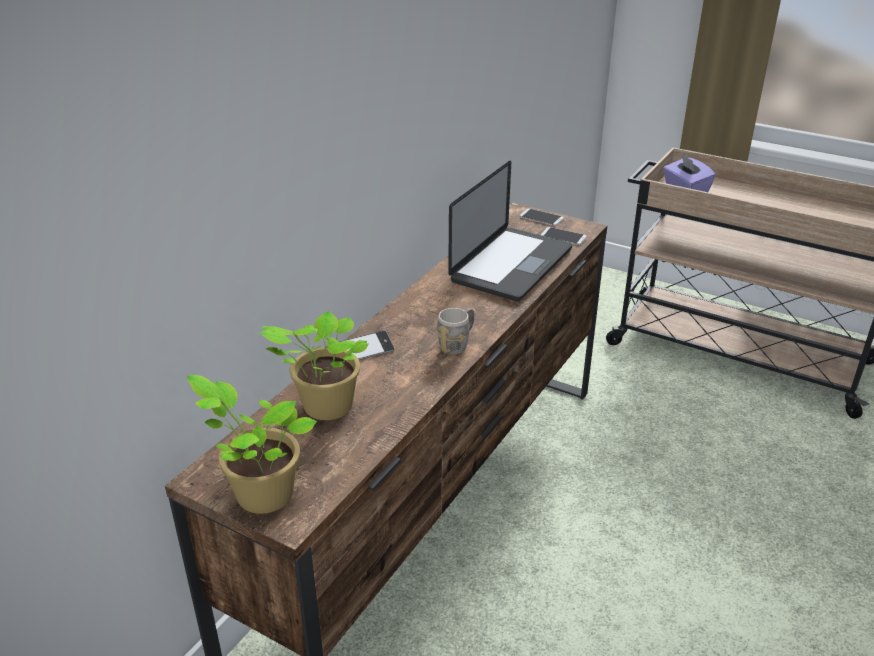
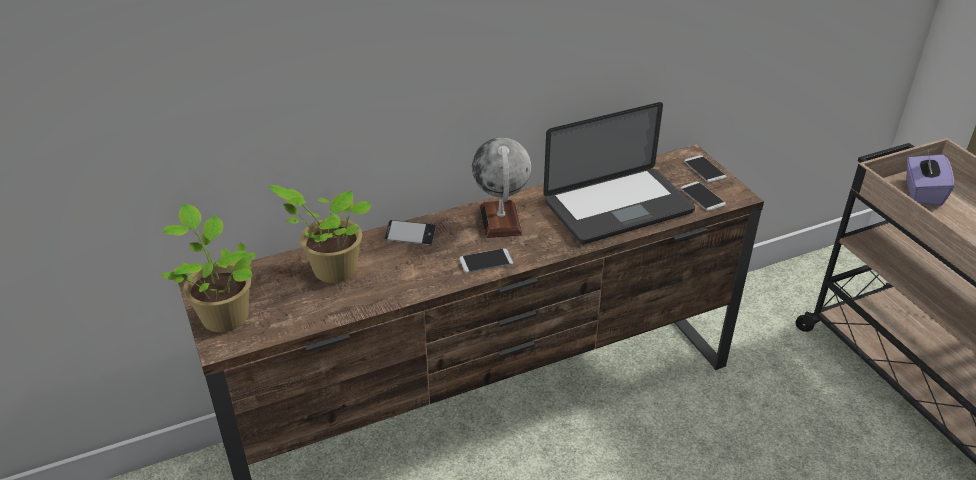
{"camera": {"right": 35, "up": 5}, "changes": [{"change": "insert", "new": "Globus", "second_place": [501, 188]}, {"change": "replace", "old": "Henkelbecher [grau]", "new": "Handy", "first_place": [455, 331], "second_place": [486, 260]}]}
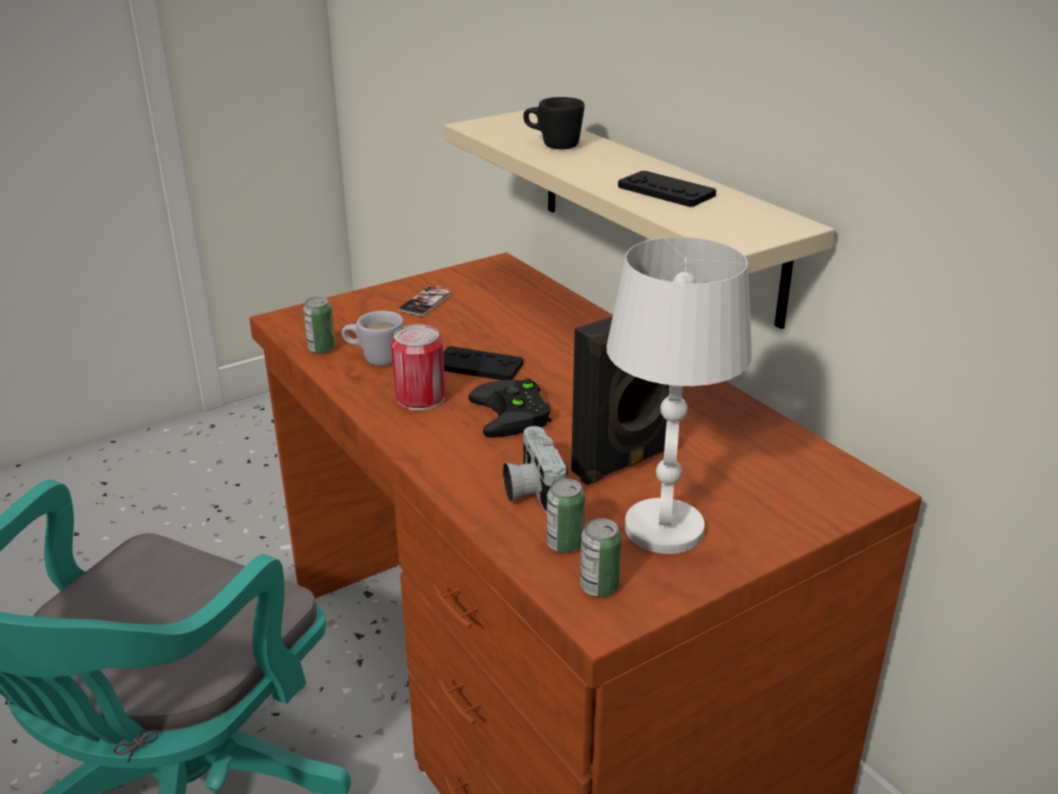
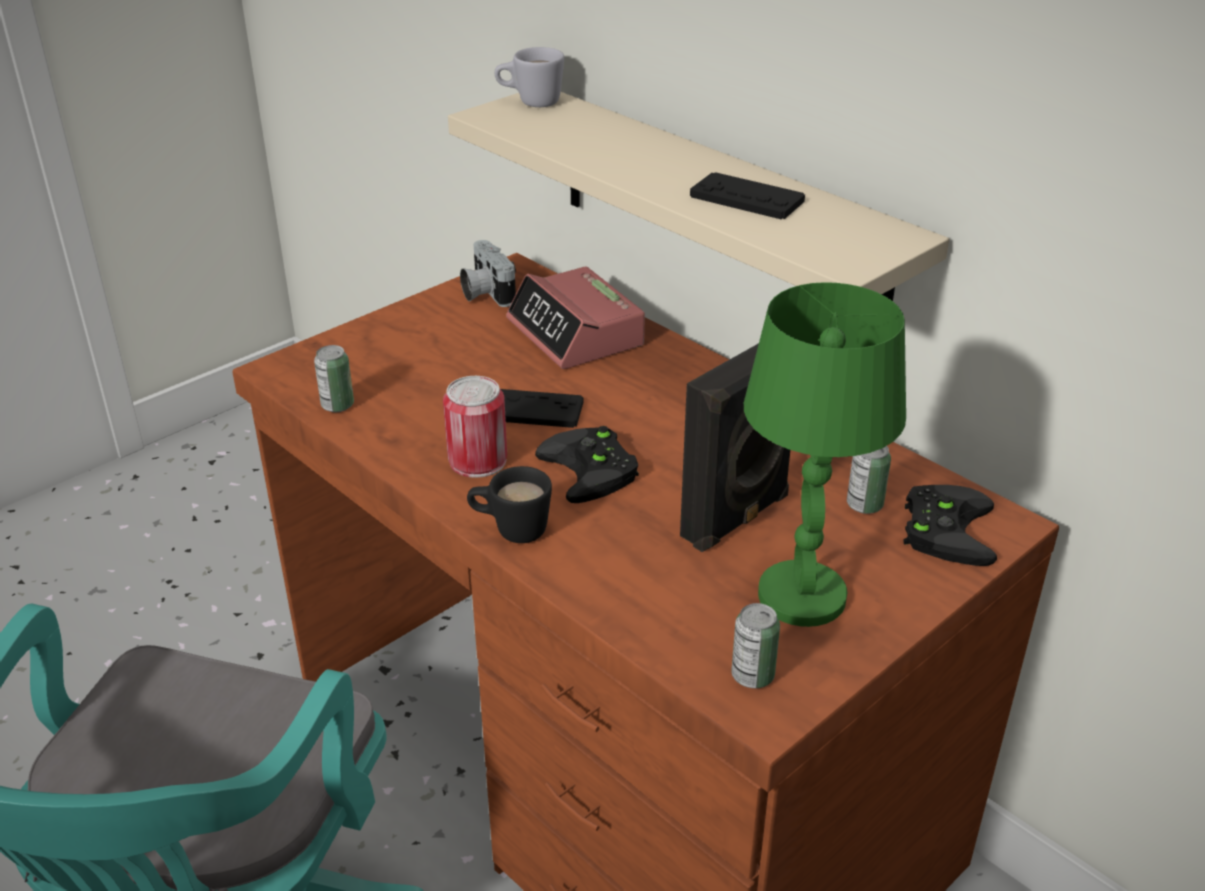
{"camera": {"right": -10, "up": 5}, "changes": [{"change": "delete", "old": "Handy", "first_place": [425, 300]}, {"change": "insert", "new": "Wecker", "second_place": [575, 317]}, {"change": "insert", "new": "Gamepad [schwarz]", "second_place": [950, 525]}, {"change": "move", "old": "Henkelbecher [weiß]", "first_place": [372, 338], "second_place": [529, 77]}, {"change": "move", "old": "Kamera", "first_place": [535, 469], "second_place": [488, 273]}, {"change": "move", "old": "Henkelbecher [schwarz]", "first_place": [554, 123], "second_place": [509, 504]}, {"change": "move", "old": "Dose", "first_place": [566, 515], "second_place": [869, 480]}, {"change": "recolor", "old": "Tischlampe [weiß]", "new": "Tischlampe [grün]", "first_place": [679, 395], "second_place": [825, 454]}]}
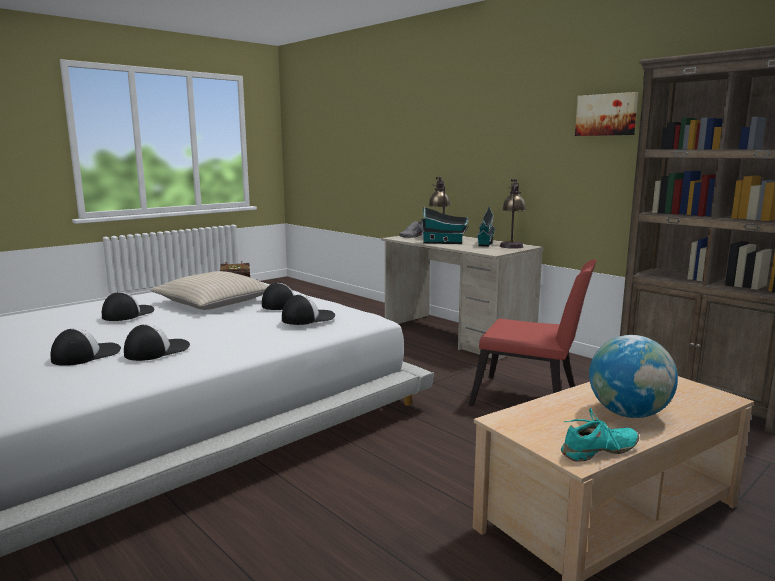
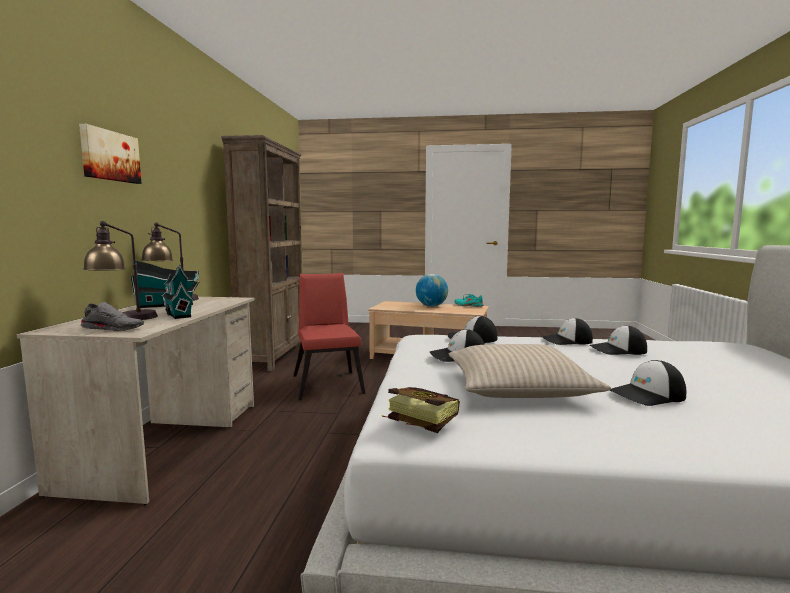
{"camera": {"right": -130, "up": -5}, "changes": [{"change": "move", "old": "Kappe", "first_place": [86, 347], "second_place": [567, 331]}, {"change": "move", "old": "Bild", "first_place": [606, 114], "second_place": [110, 154]}]}
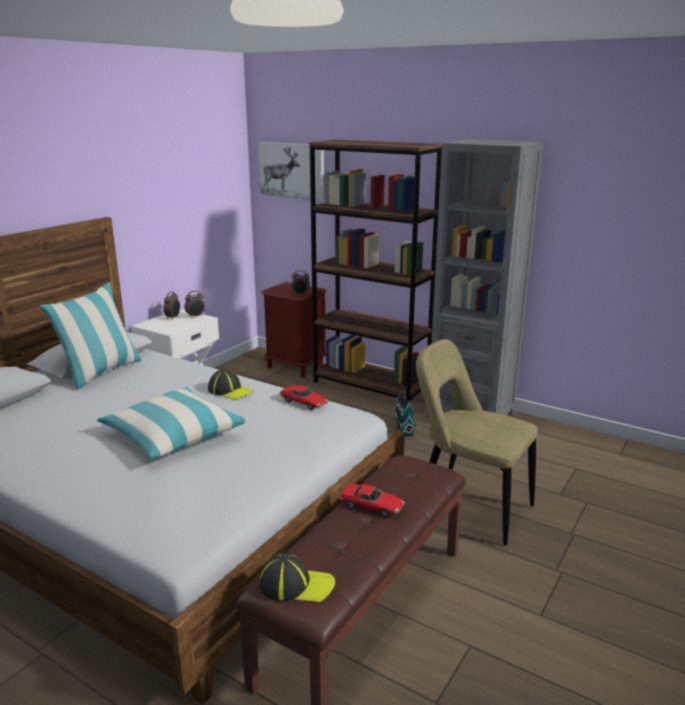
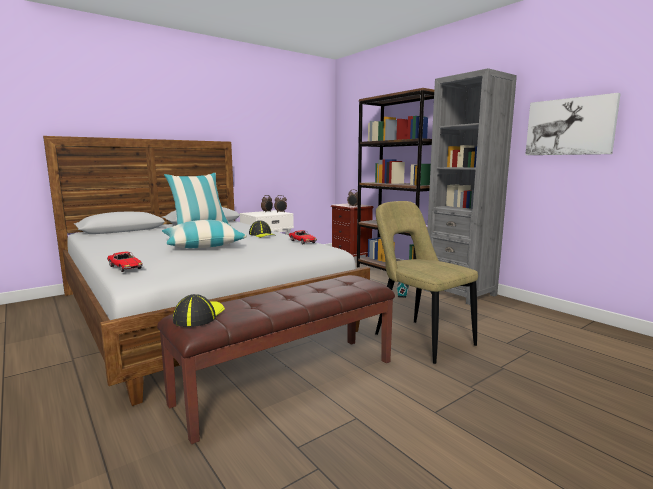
{"camera": {"right": 20, "up": -10}, "changes": [{"change": "move", "old": "Bild", "first_place": [291, 171], "second_place": [573, 124]}, {"change": "move", "old": "Spielzeugauto", "first_place": [372, 500], "second_place": [125, 261]}, {"change": "rotate", "old": "Kappe", "first_place": [297, 577], "second_place": [199, 310], "degrees": -105}]}
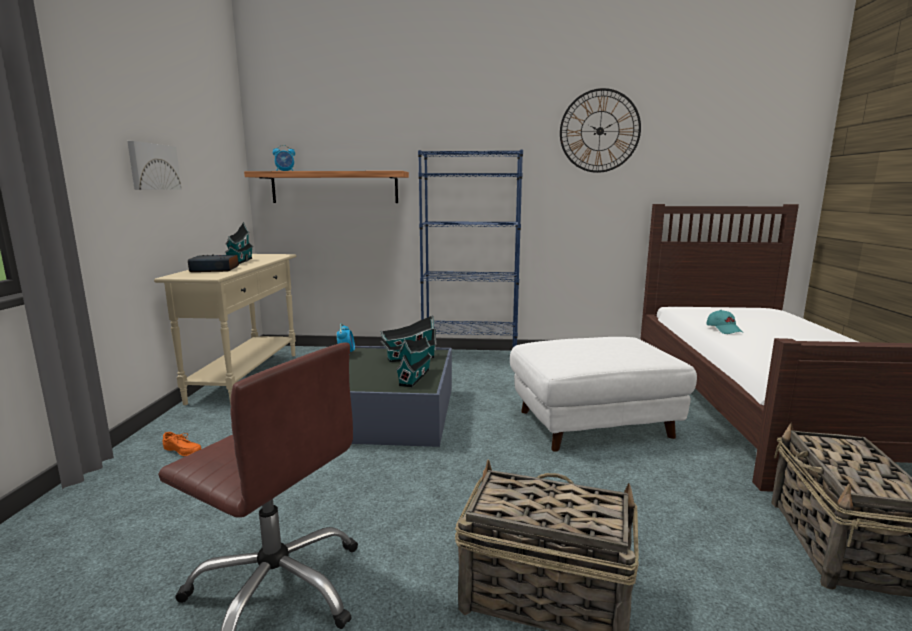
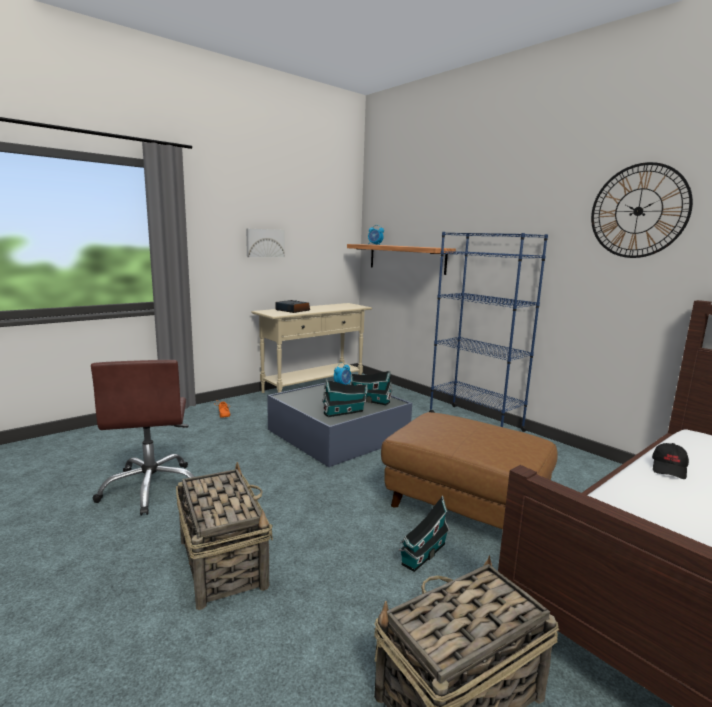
{"camera": {"right": 45, "up": 0}, "changes": [{"change": "move", "old": "Spielzeughaus", "first_place": [239, 243], "second_place": [424, 533]}, {"change": "recolor", "old": "Polsterhocker [weiß]", "new": "Polsterhocker [braun]", "first_place": [603, 394], "second_place": [469, 470]}, {"change": "recolor", "old": "Kappe [türkis]", "new": "Kappe [schwarz]", "first_place": [724, 322], "second_place": [670, 461]}]}
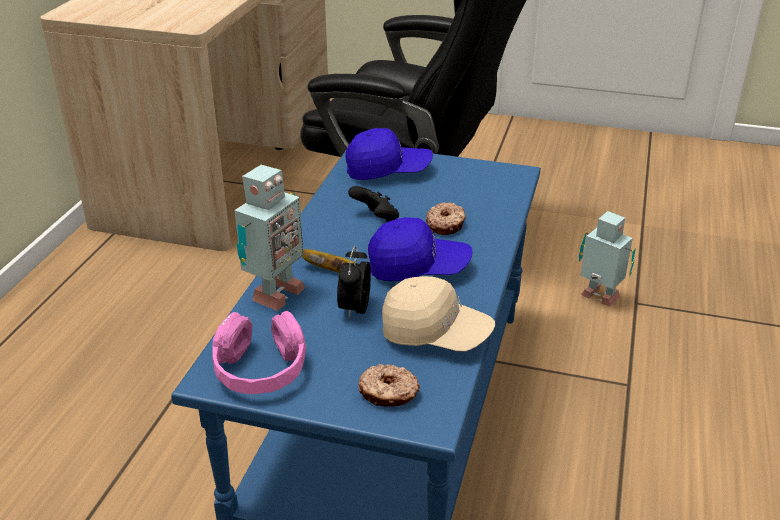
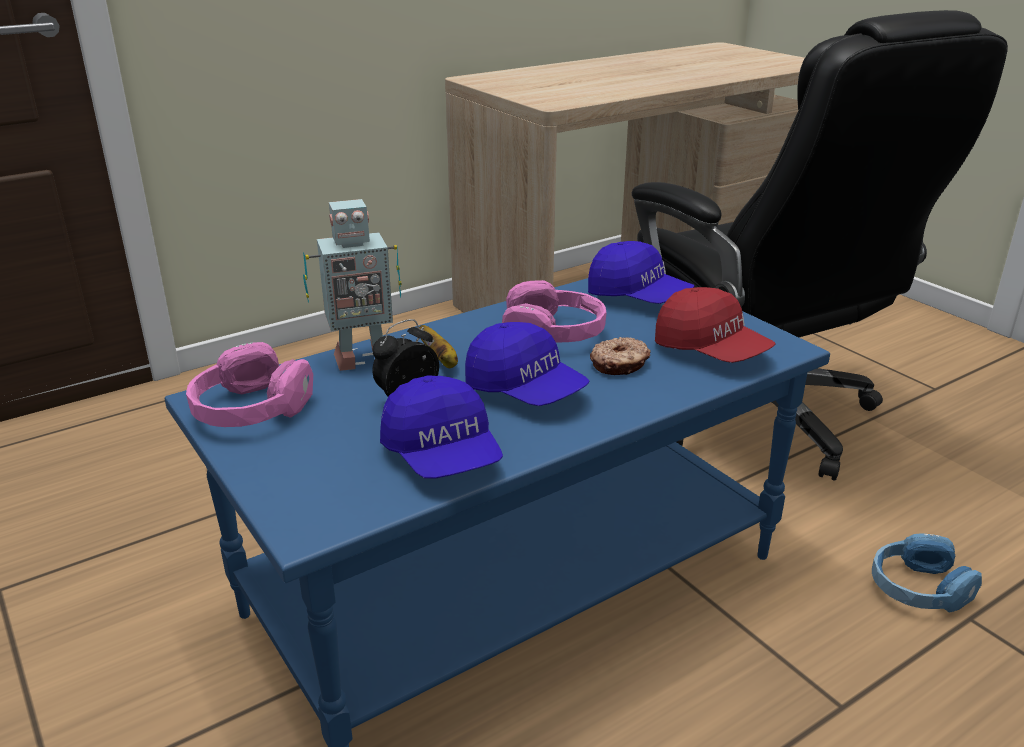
{"camera": {"right": 40, "up": -5}, "changes": [{"change": "delete", "old": "Donut", "first_place": [389, 385]}, {"change": "insert", "new": "Kappe [rot]", "second_place": [715, 325]}, {"change": "replace", "old": "Gamepad [schwarz]", "new": "Kopfhörer [rosa]", "first_place": [373, 204], "second_place": [554, 311]}, {"change": "replace", "old": "Spielzeugroboter", "new": "Kopfhörer [blau]", "first_place": [607, 259], "second_place": [927, 573]}, {"change": "recolor", "old": "Kappe [beige]", "new": "Kappe [blau]", "first_place": [438, 313], "second_place": [441, 426]}]}
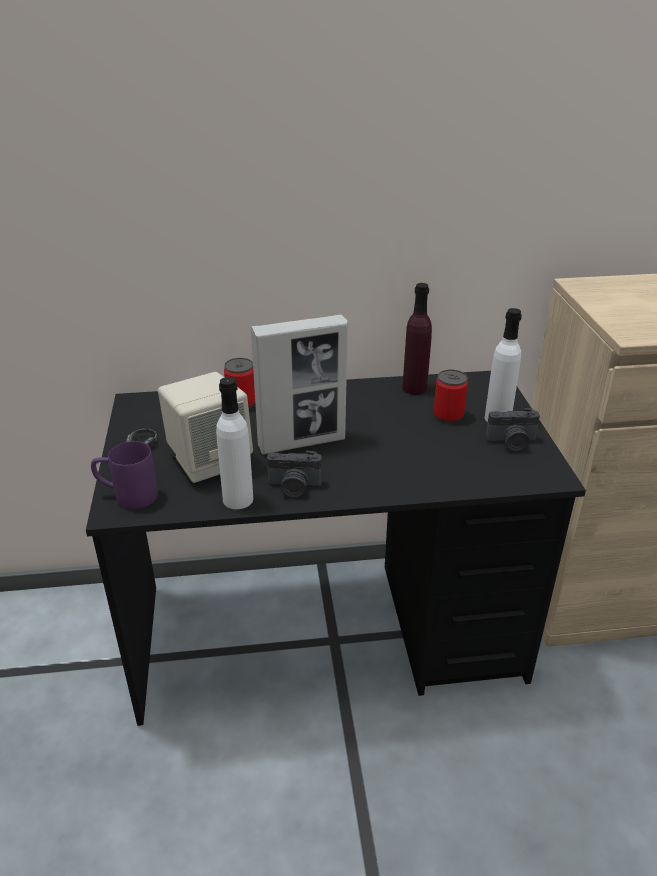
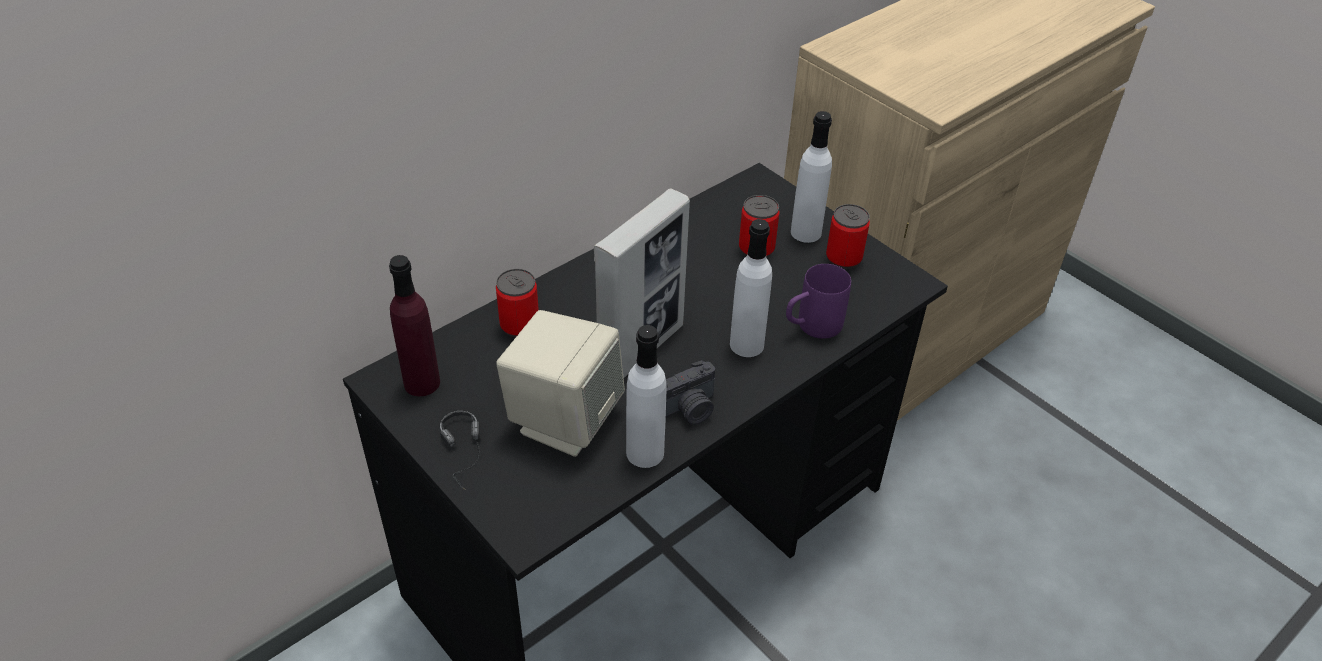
{"camera": {"right": -35, "up": 10}, "changes": [{"change": "insert", "new": "Flasche [weiß]", "second_place": [751, 288]}, {"change": "move", "old": "Henkelbecher [lila]", "first_place": [124, 475], "second_place": [818, 301]}, {"change": "move", "old": "Flasche [lila]", "first_place": [417, 339], "second_place": [414, 325]}, {"change": "replace", "old": "Kamera", "new": "Dose", "first_place": [513, 430], "second_place": [848, 236]}]}
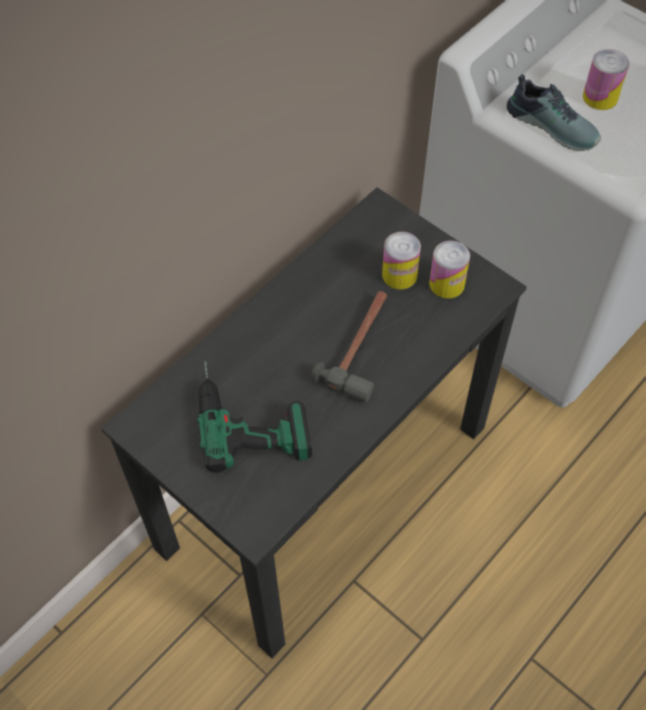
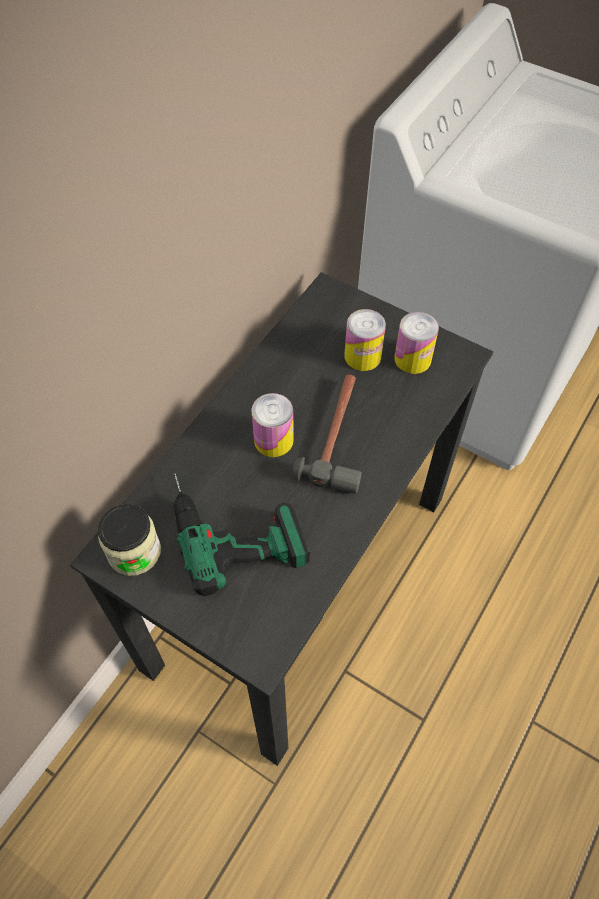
{"camera": {"right": -10, "up": 0}, "changes": [{"change": "delete", "old": "Schuh", "first_place": [554, 112]}, {"change": "insert", "new": "Vorratsglas", "second_place": [129, 540]}, {"change": "move", "old": "Dose", "first_place": [606, 79], "second_place": [272, 425]}]}
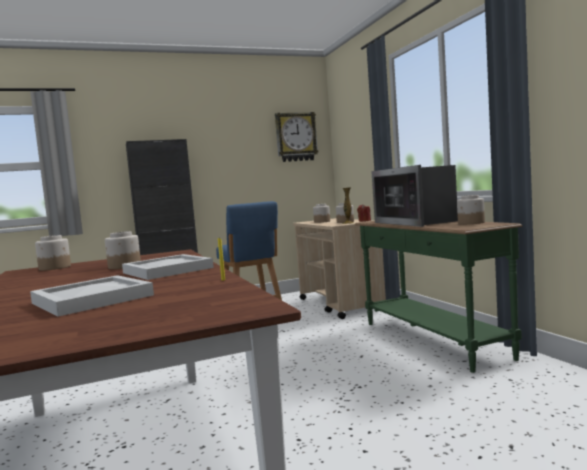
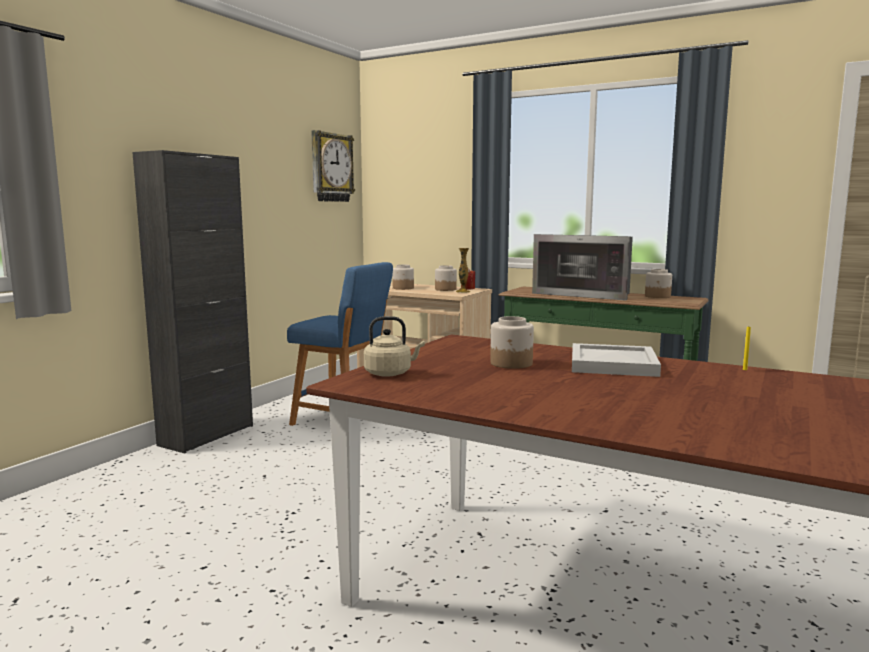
{"camera": {"right": -40, "up": 5}, "changes": [{"change": "delete", "old": "Tablett [weiß]", "first_place": [92, 296]}, {"change": "replace", "old": "Vorratsglas", "new": "Wasserkessel [beige]", "first_place": [53, 253], "second_place": [394, 346]}]}
